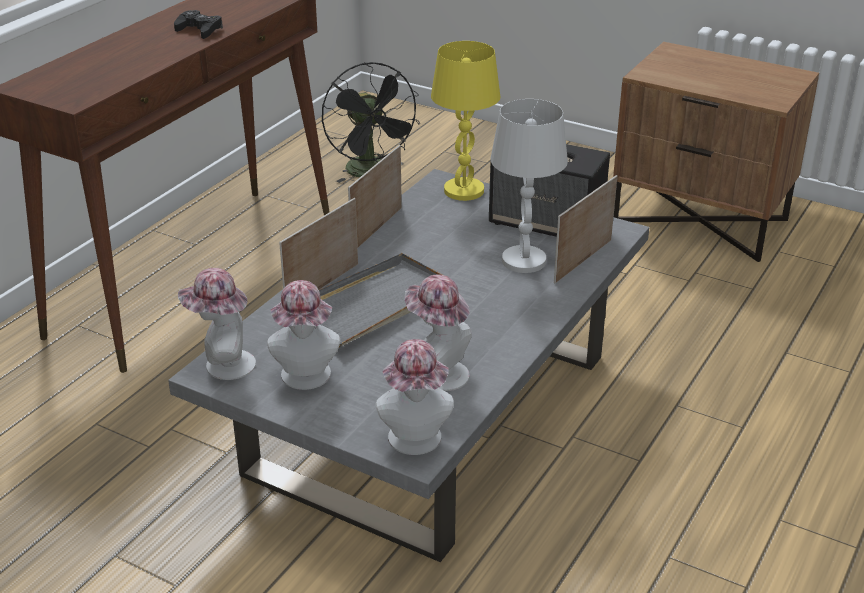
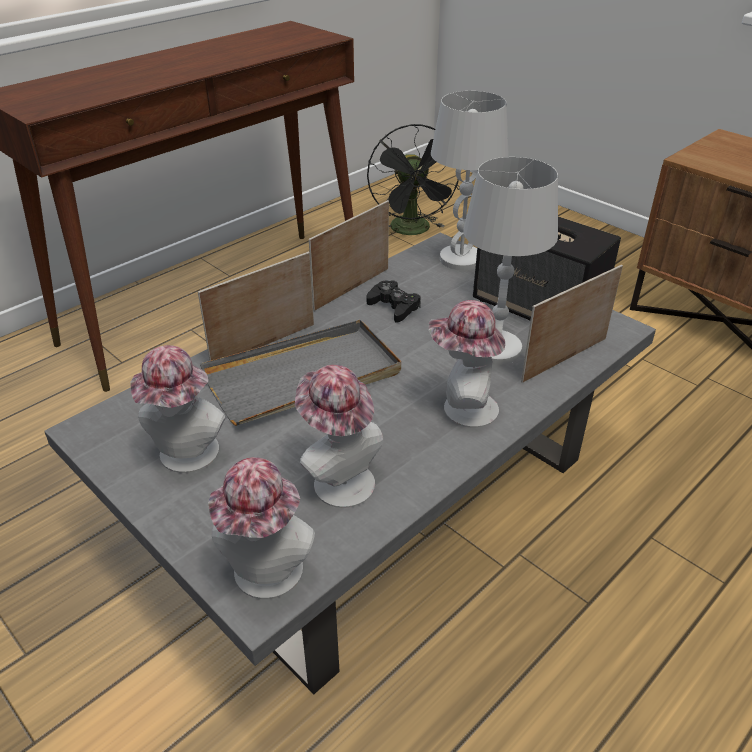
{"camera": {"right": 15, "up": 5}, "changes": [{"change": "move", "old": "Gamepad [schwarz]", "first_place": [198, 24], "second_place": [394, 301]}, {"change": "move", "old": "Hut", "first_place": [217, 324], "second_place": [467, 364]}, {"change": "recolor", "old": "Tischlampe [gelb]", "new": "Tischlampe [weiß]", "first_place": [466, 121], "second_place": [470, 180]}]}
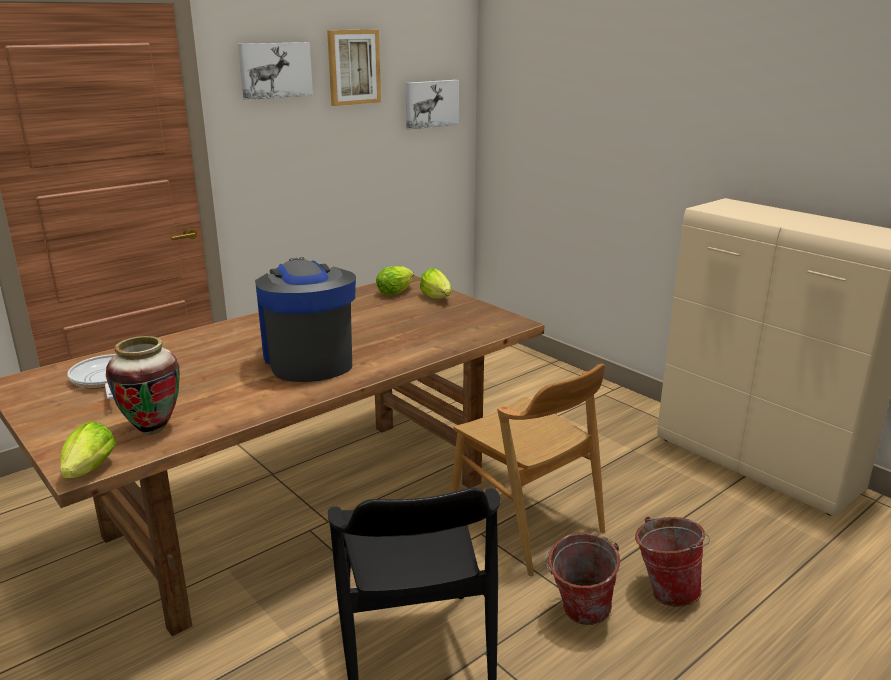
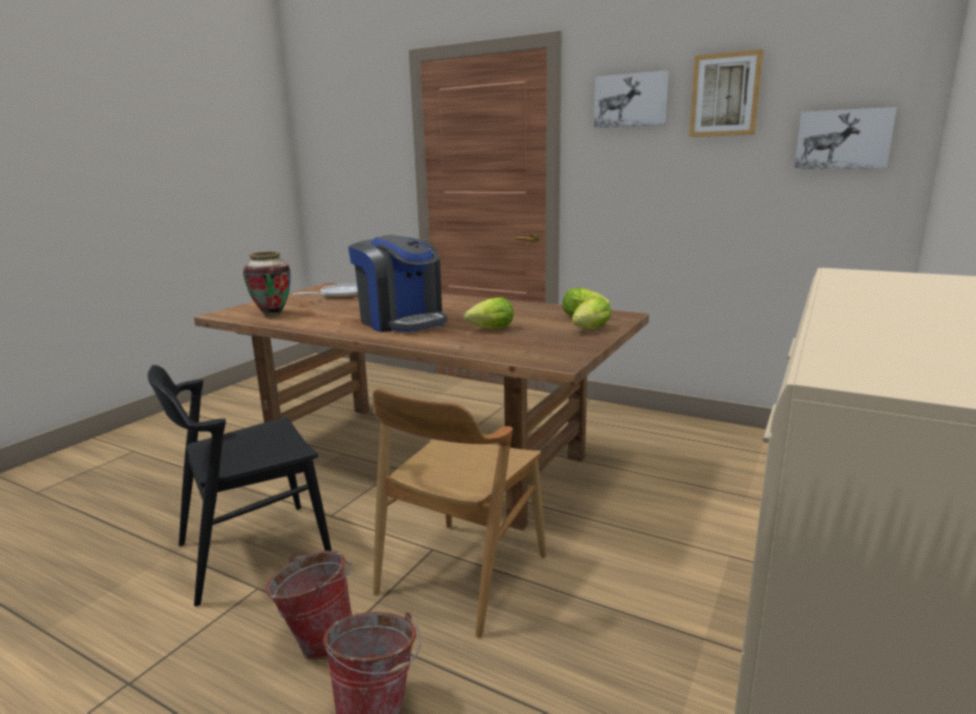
{"camera": {"right": 70, "up": -5}, "changes": [{"change": "move", "old": "Salatkopf", "first_place": [88, 449], "second_place": [489, 312]}, {"change": "rotate", "old": "Kaffeemaschine", "first_place": [305, 319], "second_place": [397, 283], "degrees": 90}]}
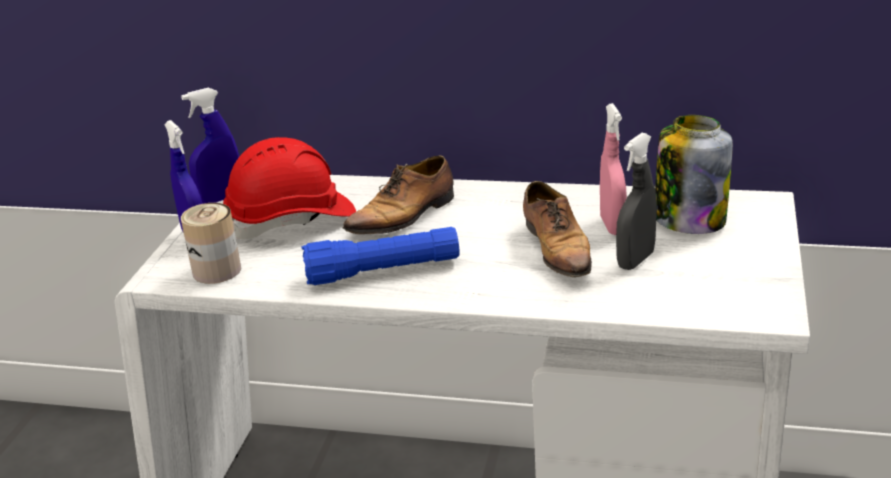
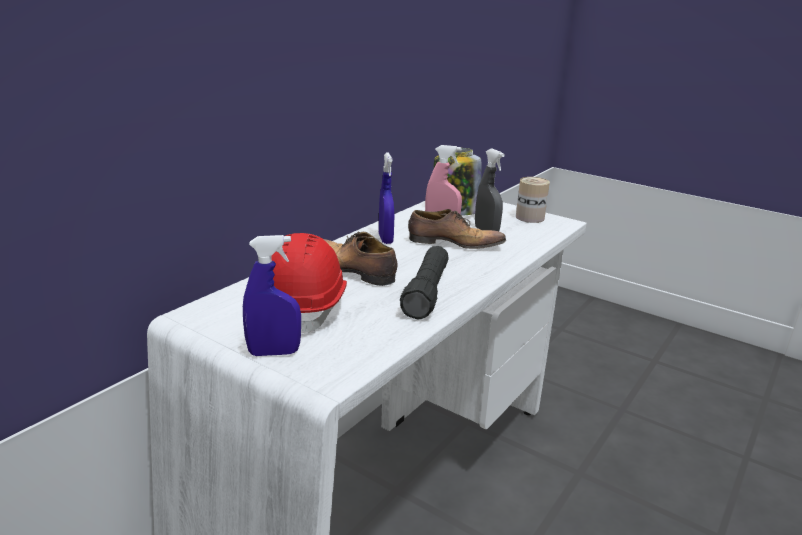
{"camera": {"right": -70, "up": -5}, "changes": [{"change": "move", "old": "Sprühflasche [blau]", "first_place": [210, 146], "second_place": [386, 198]}, {"change": "move", "old": "Dose", "first_place": [211, 243], "second_place": [533, 200]}, {"change": "recolor", "old": "Taschenlampe [blau]", "new": "Taschenlampe [schwarz]", "first_place": [380, 256], "second_place": [424, 282]}, {"change": "rotate", "old": "Schuh", "first_place": [398, 194], "second_place": [361, 259], "degrees": 150}]}
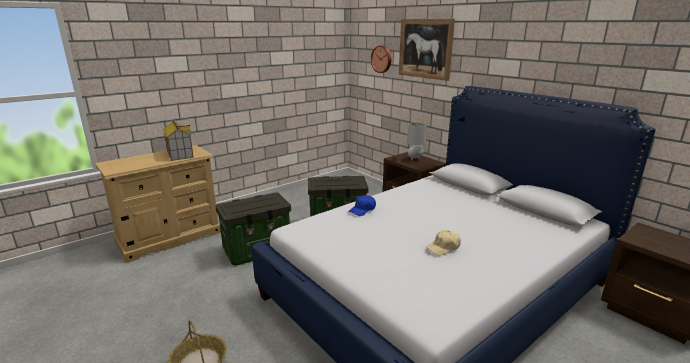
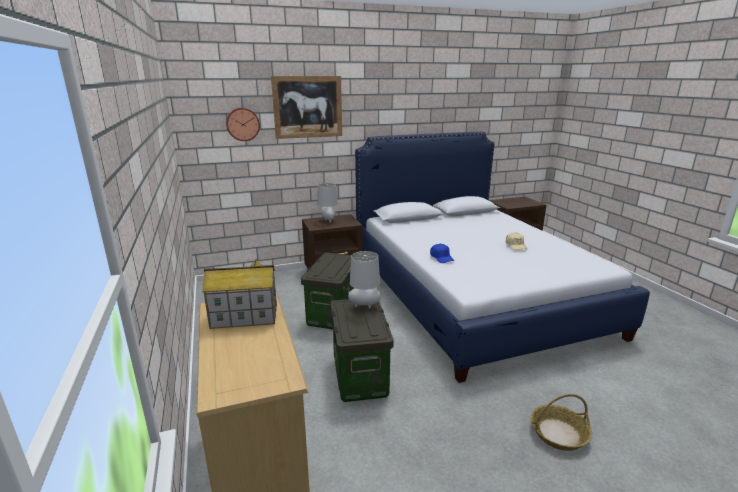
{"camera": {"right": -70, "up": 0}, "changes": [{"change": "insert", "new": "Tischlampe [grau]", "second_place": [364, 279]}]}
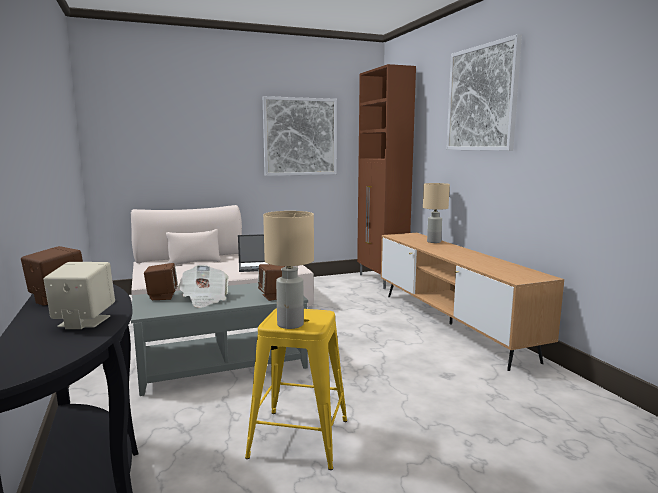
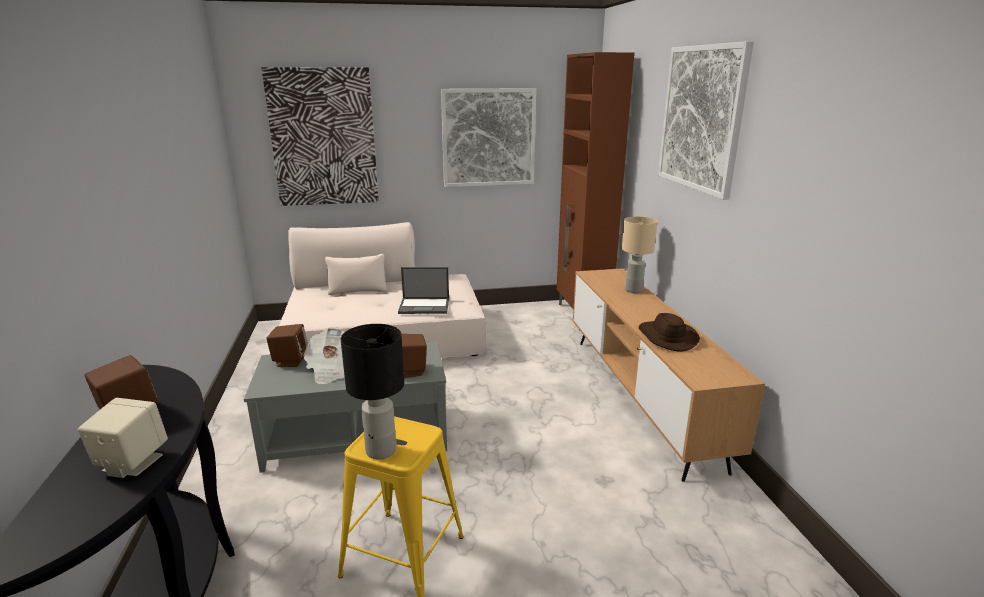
{"camera": {"right": 10, "up": 10}, "changes": [{"change": "insert", "new": "Bild", "second_place": [320, 136]}, {"change": "insert", "new": "Hut [braun]", "second_place": [669, 332]}, {"change": "recolor", "old": "Tischlampe [beige]", "new": "Tischlampe [schwarz]", "first_place": [288, 270], "second_place": [372, 392]}]}
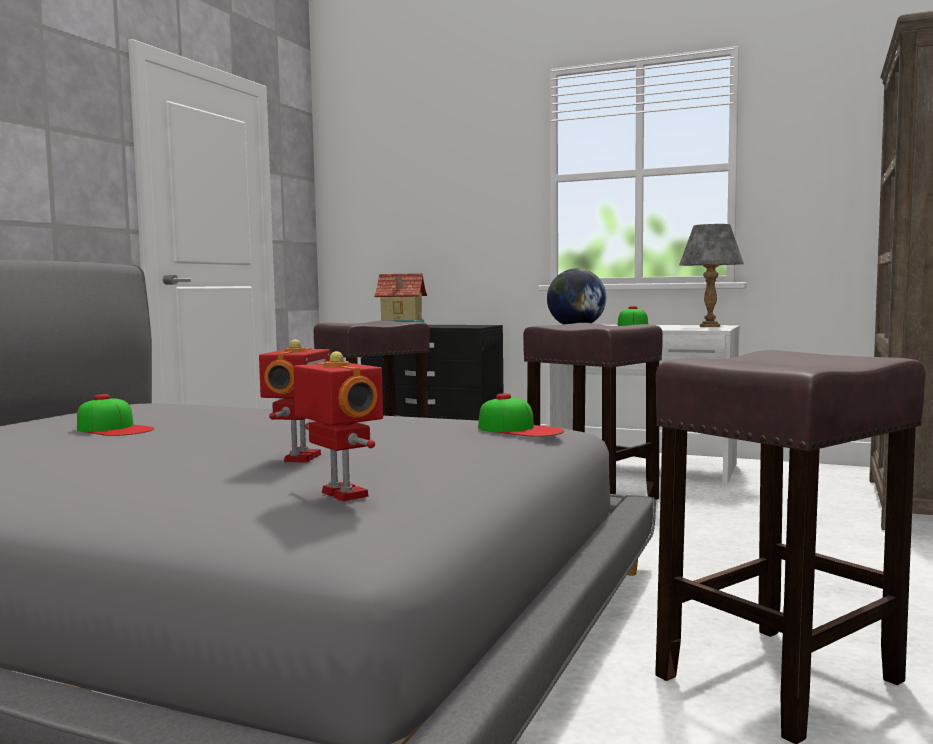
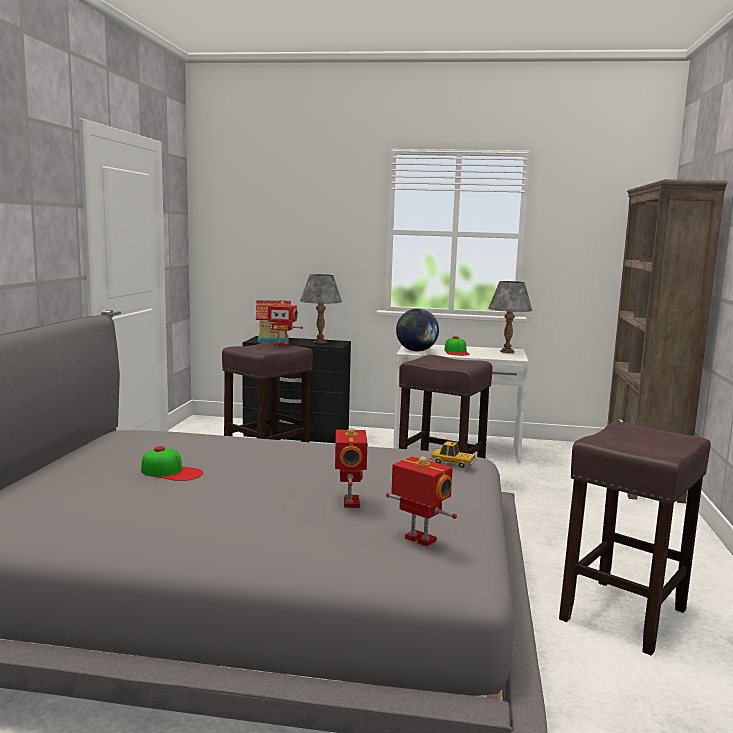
{"camera": {"right": -15, "up": 5}, "changes": [{"change": "insert", "new": "Spielzeugroboter", "second_place": [282, 323]}, {"change": "insert", "new": "Tischlampe [grau]", "second_place": [321, 309]}, {"change": "replace", "old": "Kappe", "new": "Spielzeugauto", "first_place": [521, 415], "second_place": [453, 454]}]}
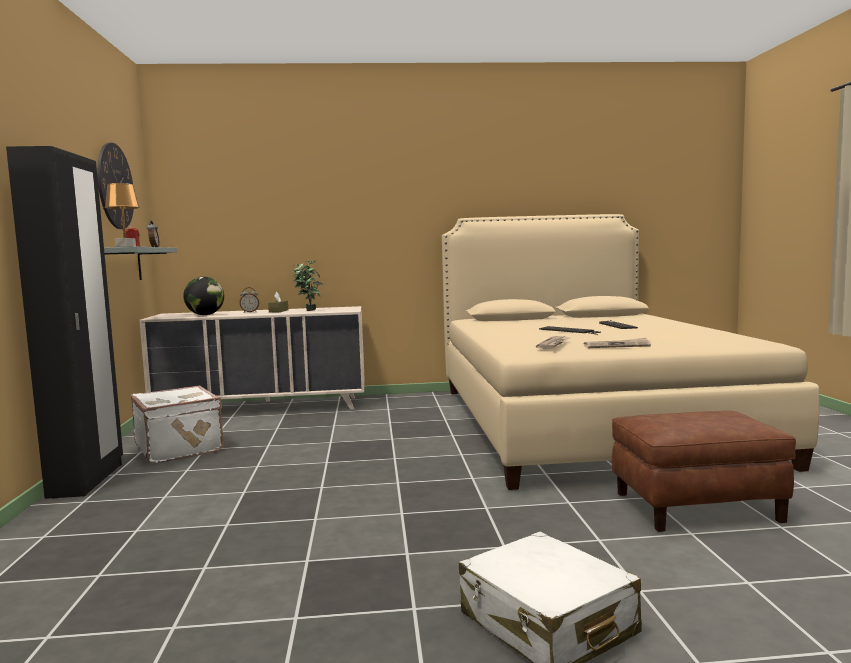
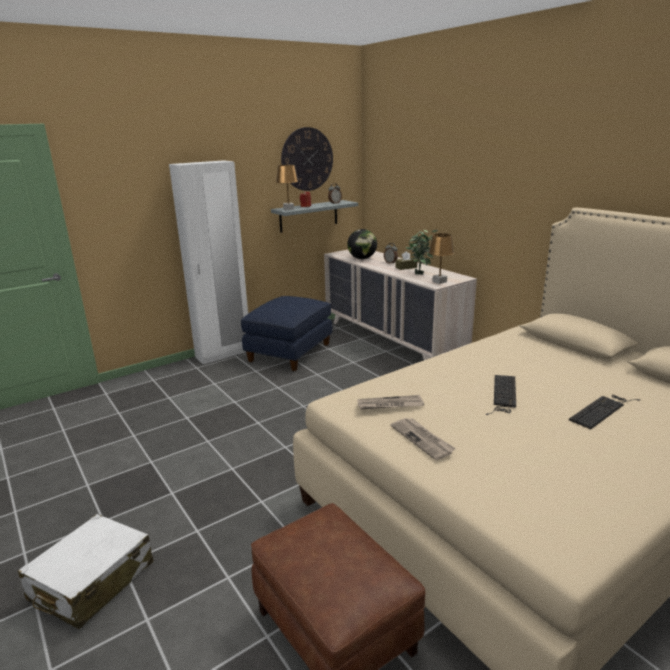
{"camera": {"right": 60, "up": 15}, "changes": [{"change": "insert", "new": "Tischlampe [braun]", "second_place": [441, 258]}, {"change": "replace", "old": "Koffer [weiß]", "new": "Polsterhocker [blau]", "first_place": [177, 424], "second_place": [286, 333]}, {"change": "recolor", "old": "Kleiderschrank [schwarz]", "new": "Kleiderschrank [weiß]", "first_place": [64, 322], "second_place": [208, 262]}]}
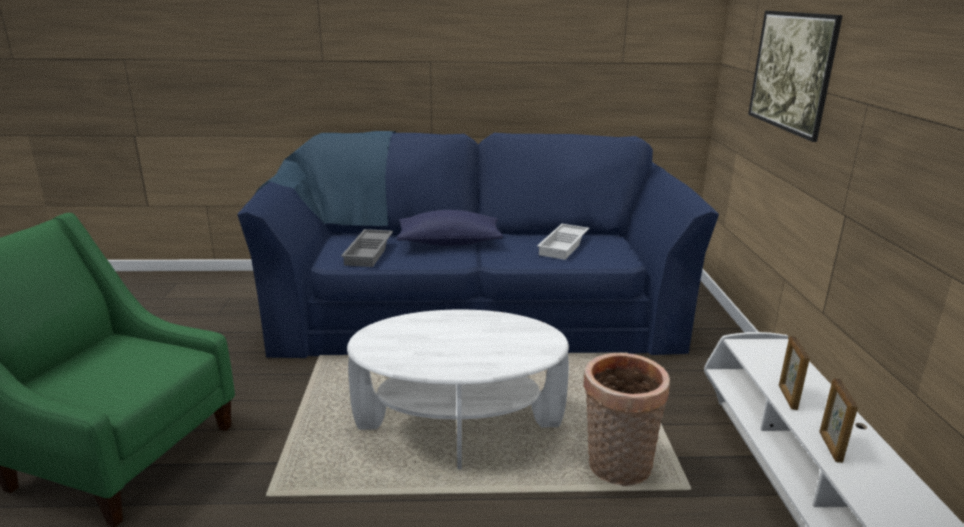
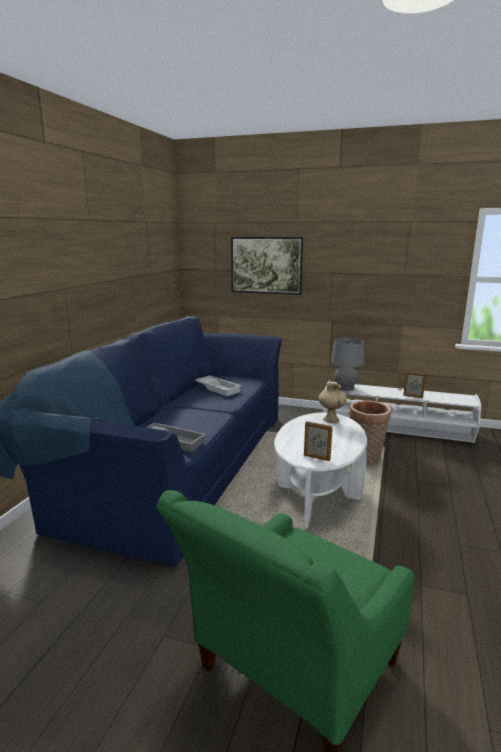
{"camera": {"right": -70, "up": -5}, "changes": [{"change": "delete", "old": "Kissen [blau]", "first_place": [450, 228]}, {"change": "insert", "new": "Vase [beige]", "second_place": [332, 403]}, {"change": "insert", "new": "Tischlampe [grau]", "second_place": [348, 364]}, {"change": "move", "old": "Bilderrahmen", "first_place": [794, 373], "second_place": [318, 441]}]}
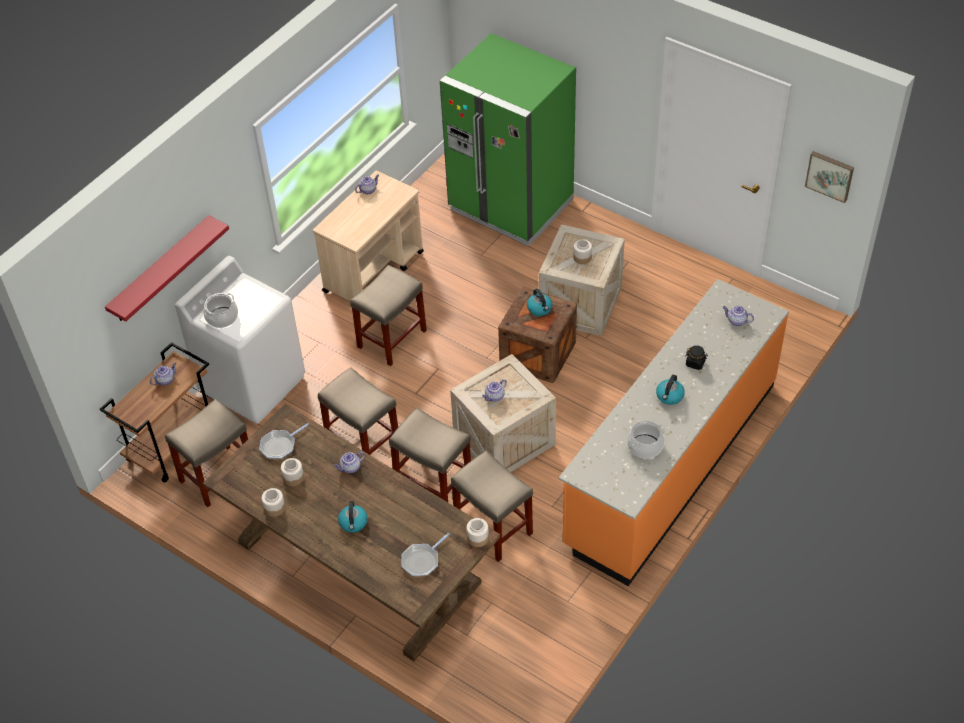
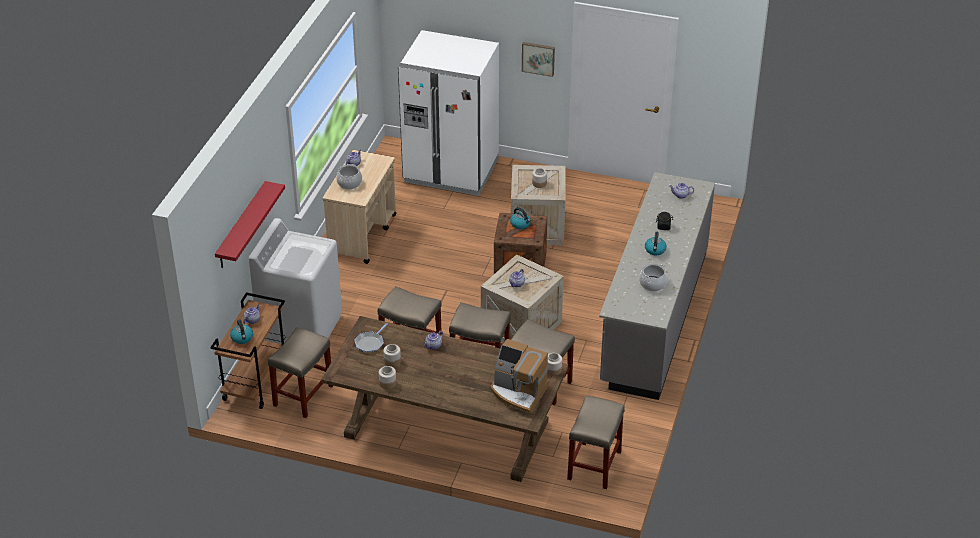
{"camera": {"right": -20, "up": -10}, "changes": [{"change": "move", "old": "Kochtopf", "first_place": [220, 310], "second_place": [349, 176]}, {"change": "move", "old": "Wasserkessel", "first_place": [353, 517], "second_place": [241, 331]}, {"change": "move", "old": "Hocker [beige]", "first_place": [388, 315], "second_place": [596, 442]}, {"change": "move", "old": "Bild", "first_place": [829, 177], "second_place": [538, 59]}, {"change": "replace", "old": "Pfanne", "new": "Kaffeemaschine", "first_place": [425, 554], "second_place": [519, 377]}, {"change": "recolor", "old": "Kühlschrank [grün]", "new": "Kühlschrank [weiß]", "first_place": [508, 139], "second_place": [448, 113]}, {"change": "recolor", "old": "Küchenzeile [orange]", "new": "Küchenzeile [grau]", "first_place": [674, 432], "second_place": [657, 286]}]}
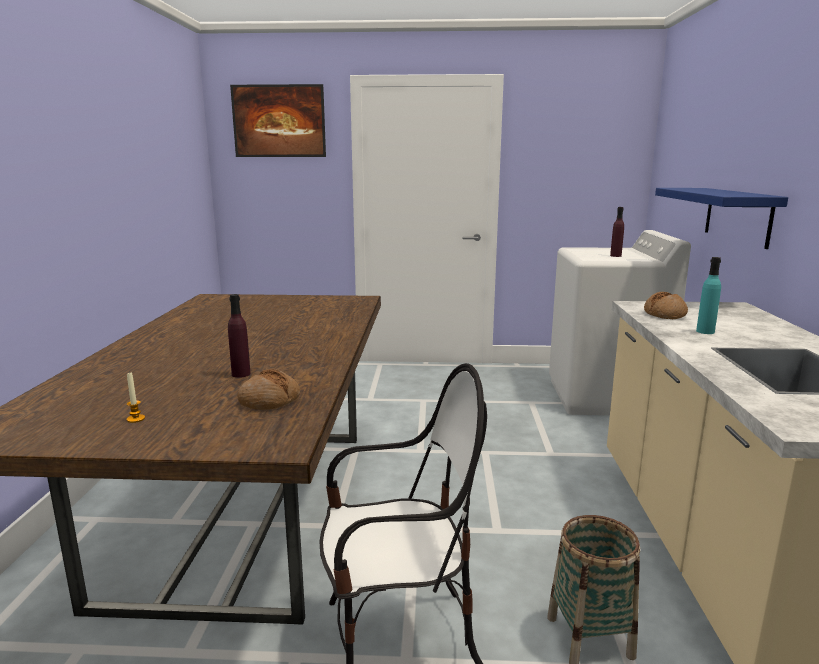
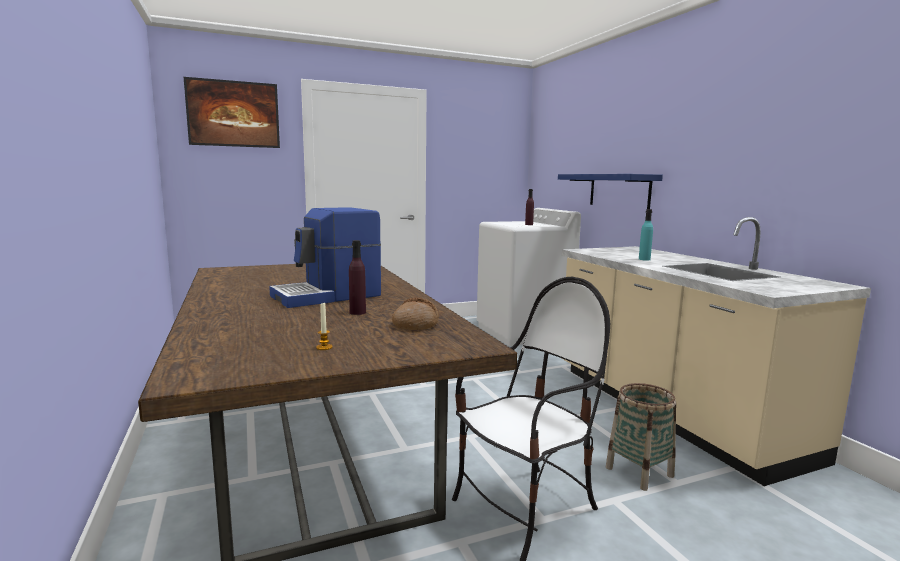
{"camera": {"right": -25, "up": -5}, "changes": [{"change": "delete", "old": "Brot", "first_place": [666, 305]}, {"change": "insert", "new": "Kaffeemaschine", "second_place": [325, 257]}]}
